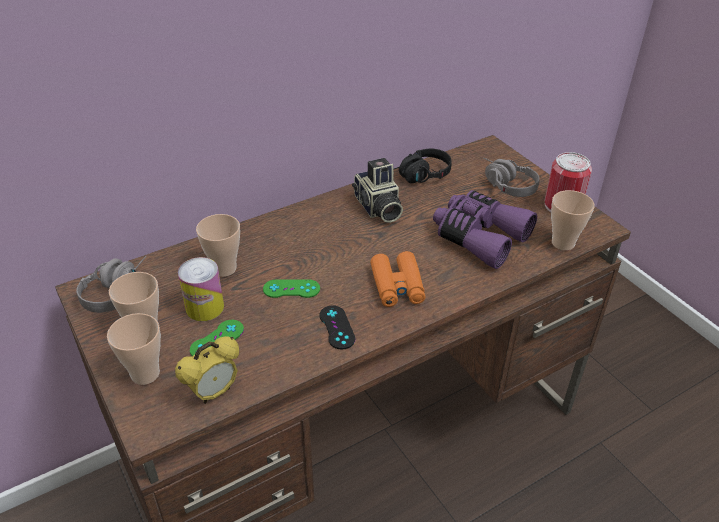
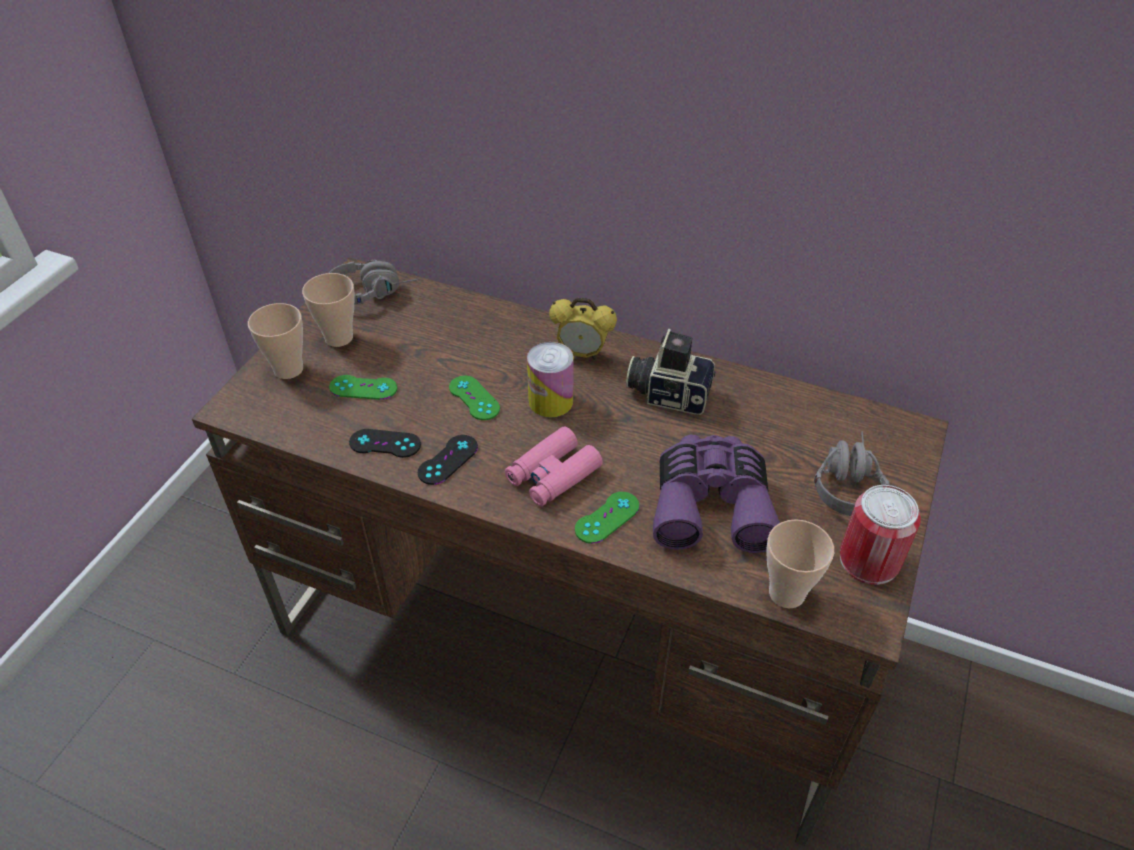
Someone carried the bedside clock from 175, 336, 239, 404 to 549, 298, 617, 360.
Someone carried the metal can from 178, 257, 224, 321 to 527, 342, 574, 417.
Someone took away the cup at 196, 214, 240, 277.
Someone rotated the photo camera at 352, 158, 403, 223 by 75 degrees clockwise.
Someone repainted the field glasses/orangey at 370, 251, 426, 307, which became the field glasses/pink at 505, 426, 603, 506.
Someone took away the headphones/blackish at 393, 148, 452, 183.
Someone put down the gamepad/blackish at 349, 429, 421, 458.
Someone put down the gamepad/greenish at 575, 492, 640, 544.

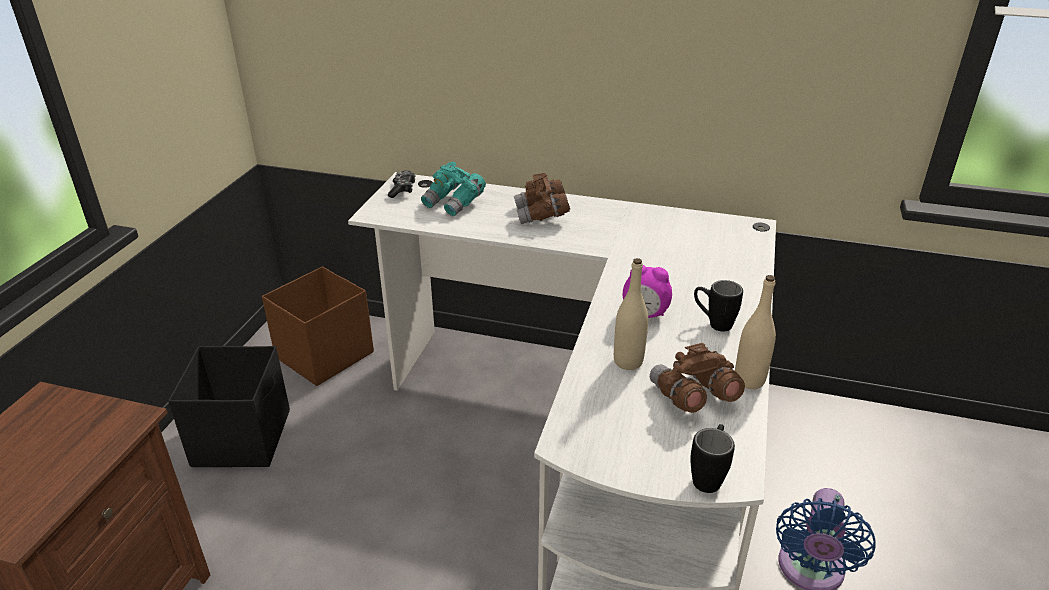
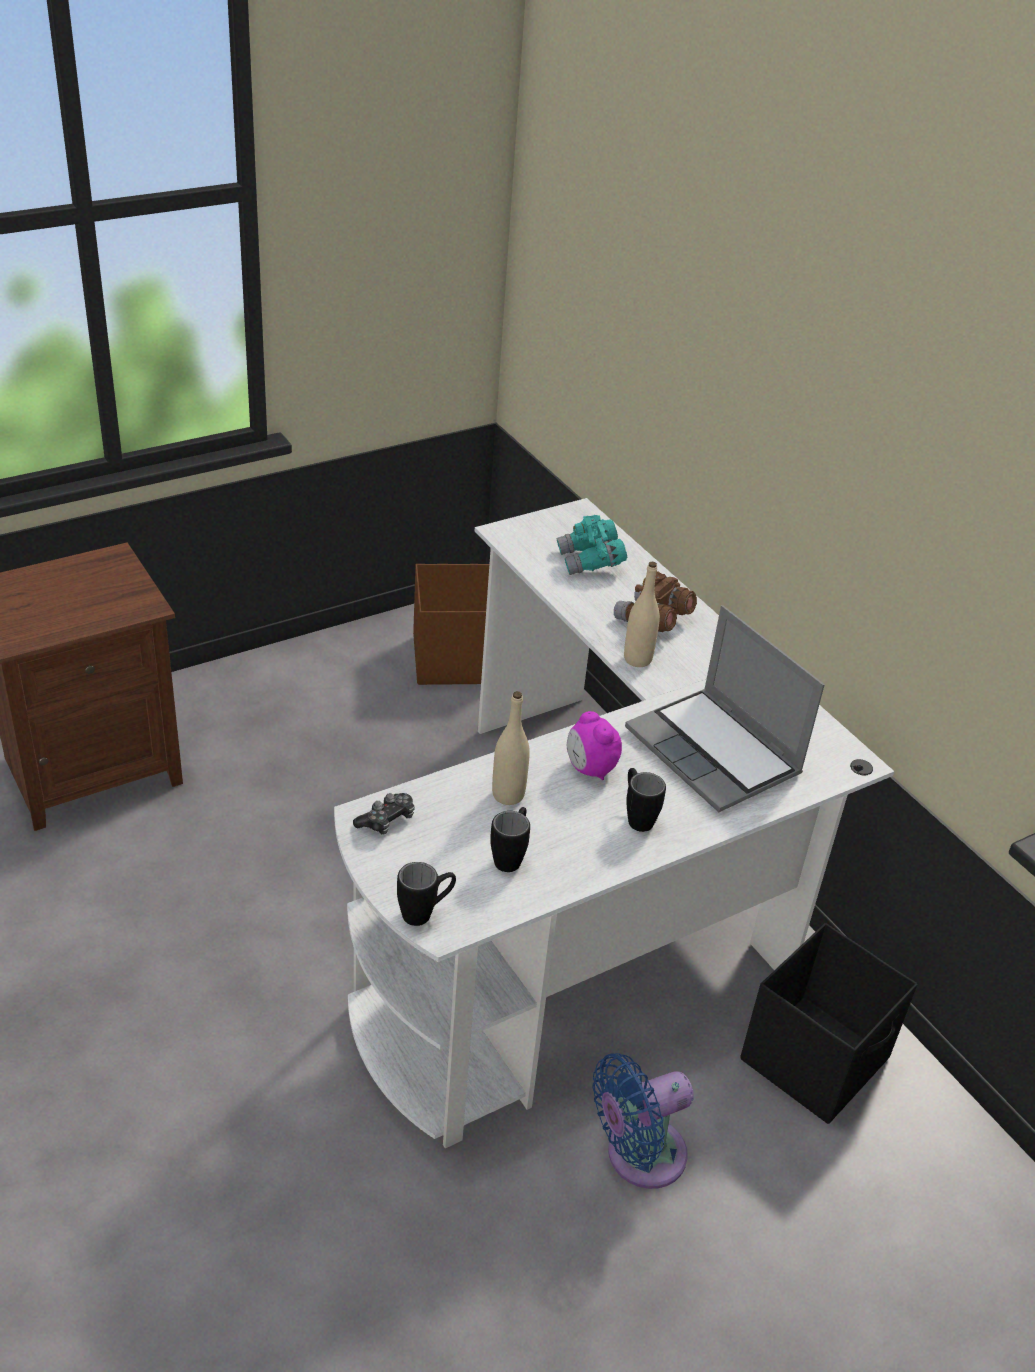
Someone carried the storage box/blackish from 168, 346, 290, 467 to 740, 923, 918, 1124.
Someone carried the gamepad from 388, 170, 415, 198 to 353, 793, 415, 834.
Someone swapped the field glasses/brown at 650, 343, 745, 413 for the tea mug/blackish at 490, 807, 530, 872.
Someone carried the drink bottle/beige from 735, 275, 776, 389 to 624, 562, 660, 667.
Someone put down the notebook computer at 625, 605, 825, 812.

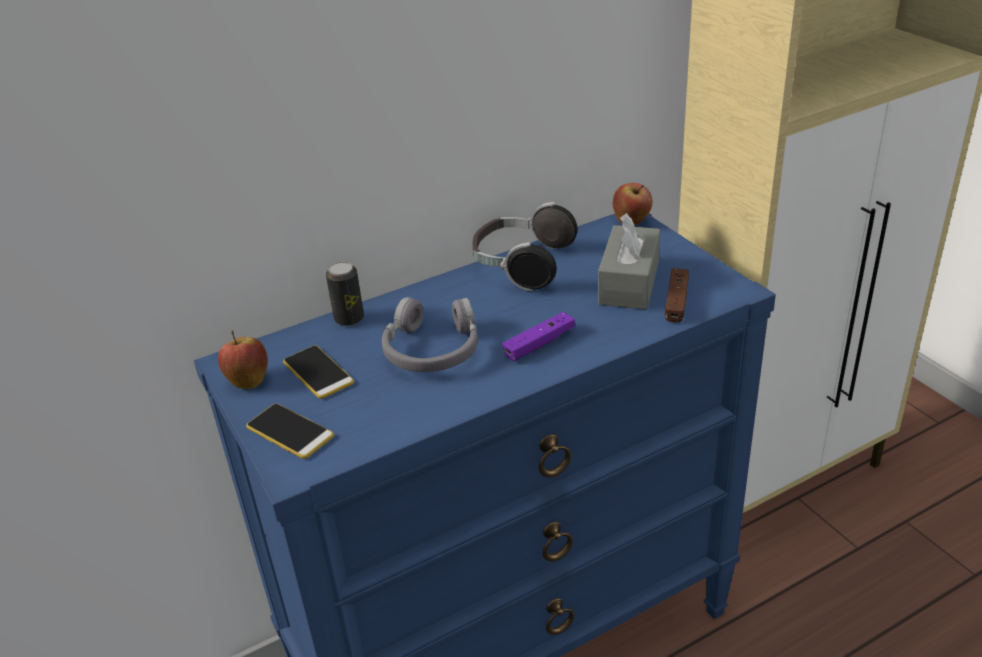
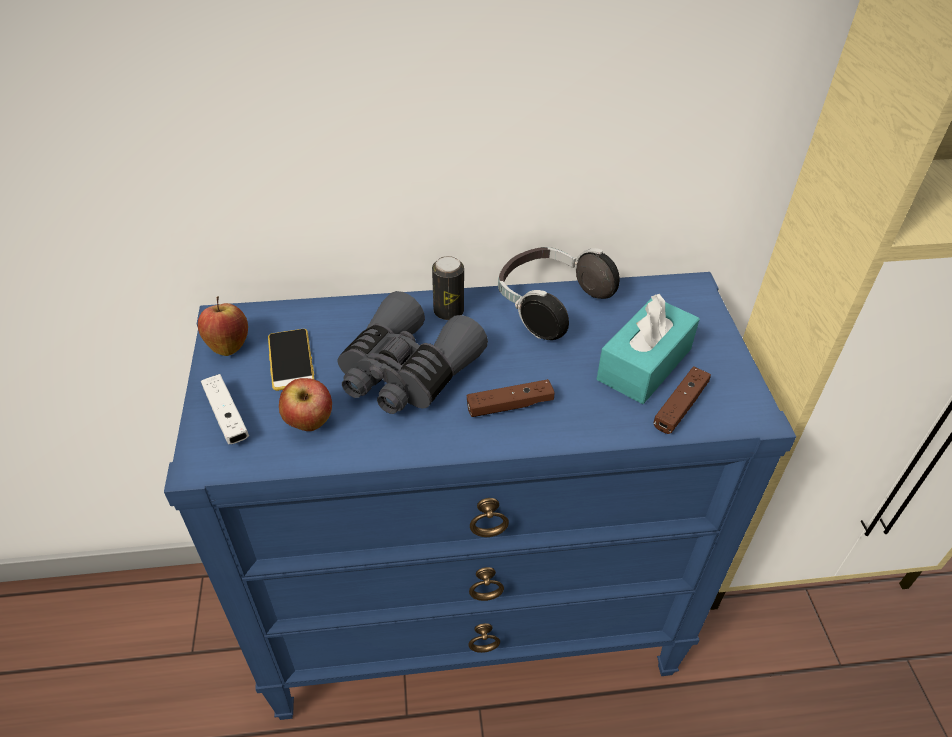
Someone swapped the handset at 246, 404, 334, 459 for the gamepad/white at 201, 374, 249, 444.
Someone carried the metal can from 326, 262, 364, 326 to 432, 256, 464, 320.
Someone swapped the headphones/greyish at 382, 297, 478, 372 for the field glasses/greyish at 338, 291, 488, 414.
Someone repainted the gamepad/purple-coloured at 503, 312, 575, 361, which became the gamepad/brown at 467, 379, 555, 417.
Someone repainted the tissue box/greyish at 598, 213, 660, 309, which became the tissue box/turquoise-coloured at 597, 294, 700, 404.
Someone carried the apple fruit from 613, 183, 653, 225 to 279, 378, 332, 431.

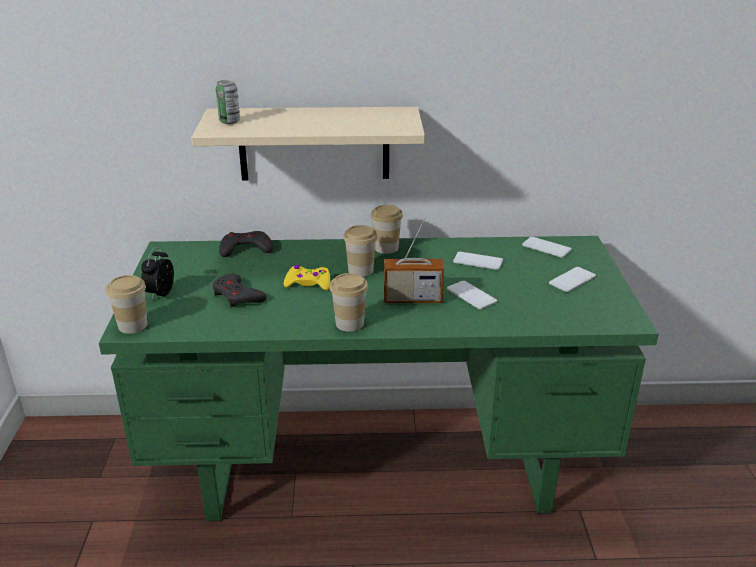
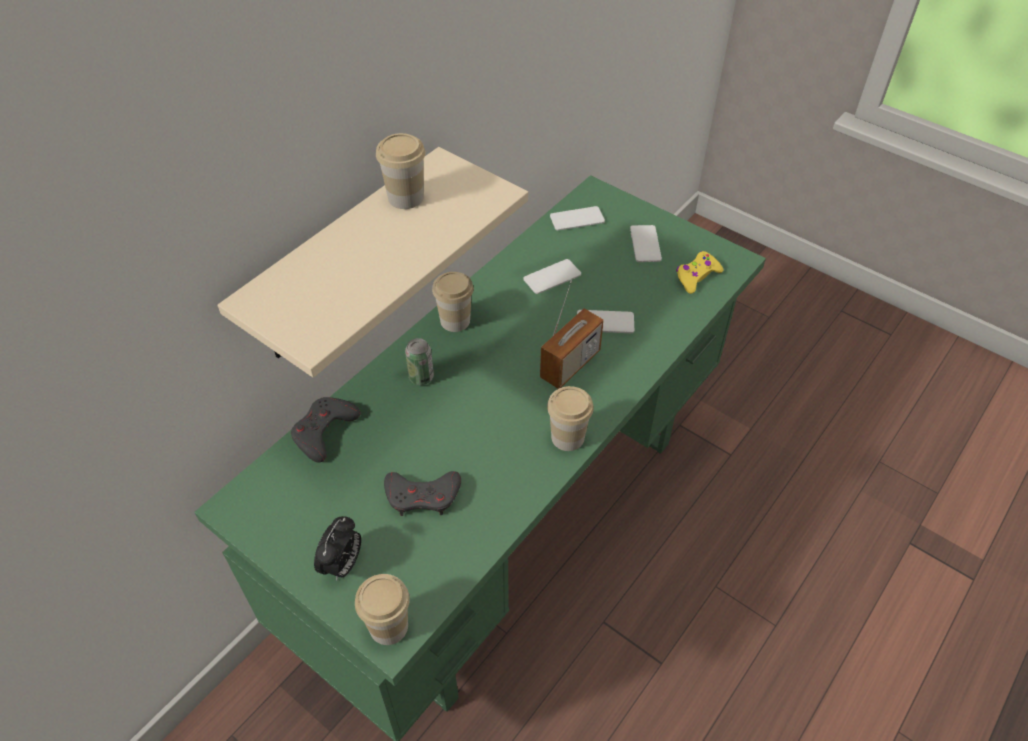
Someone rotated the bedside clock at 141, 247, 174, 301 by 120 degrees counterclockwise.
Someone carried the metal can from 216, 80, 240, 124 to 405, 338, 434, 385.
Someone carried the gamepad/yellowish from 284, 265, 330, 291 to 676, 251, 723, 294.
Someone carried the cup from 343, 225, 378, 277 to 376, 133, 426, 209.

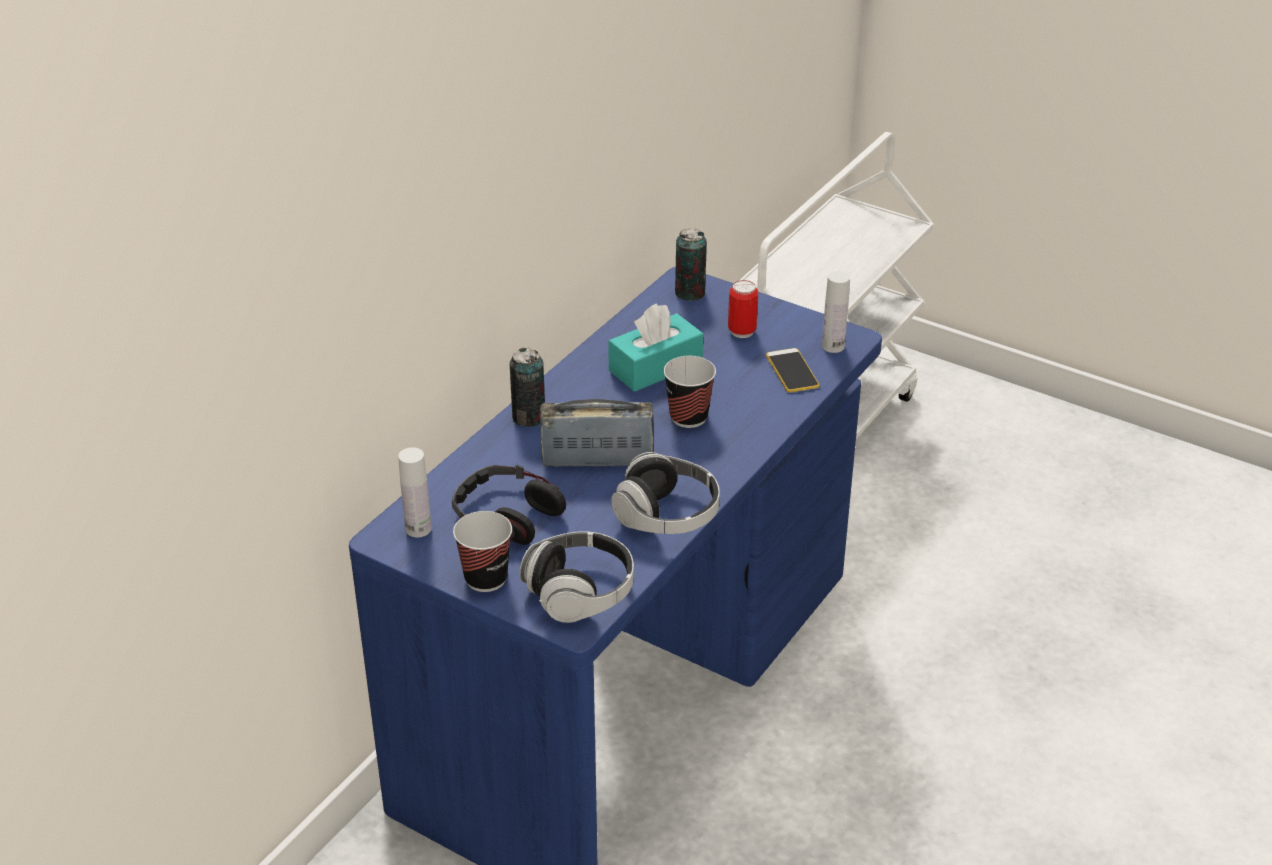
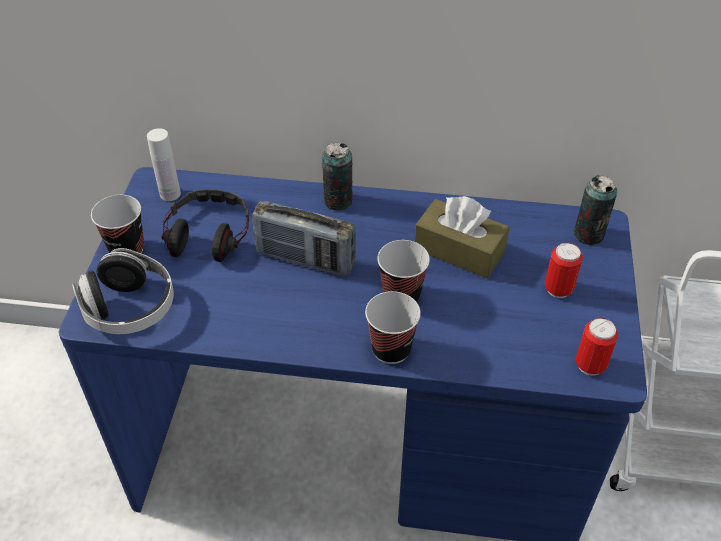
Someone rotated the radio receiver at 540, 399, 654, 467 by 135 degrees clockwise.
Someone repainted the tissue box/turquoise-coloured at 608, 303, 703, 392, which became the tissue box/brown at 415, 196, 510, 279.
Someone took away the headphones at 611, 452, 720, 534.
Someone took away the handset at 766, 348, 819, 393.
Someone swapped the drink bottle/white at 822, 271, 850, 353 for the metal can at 576, 318, 618, 376.
Someone put down the cup at 365, 291, 421, 364.

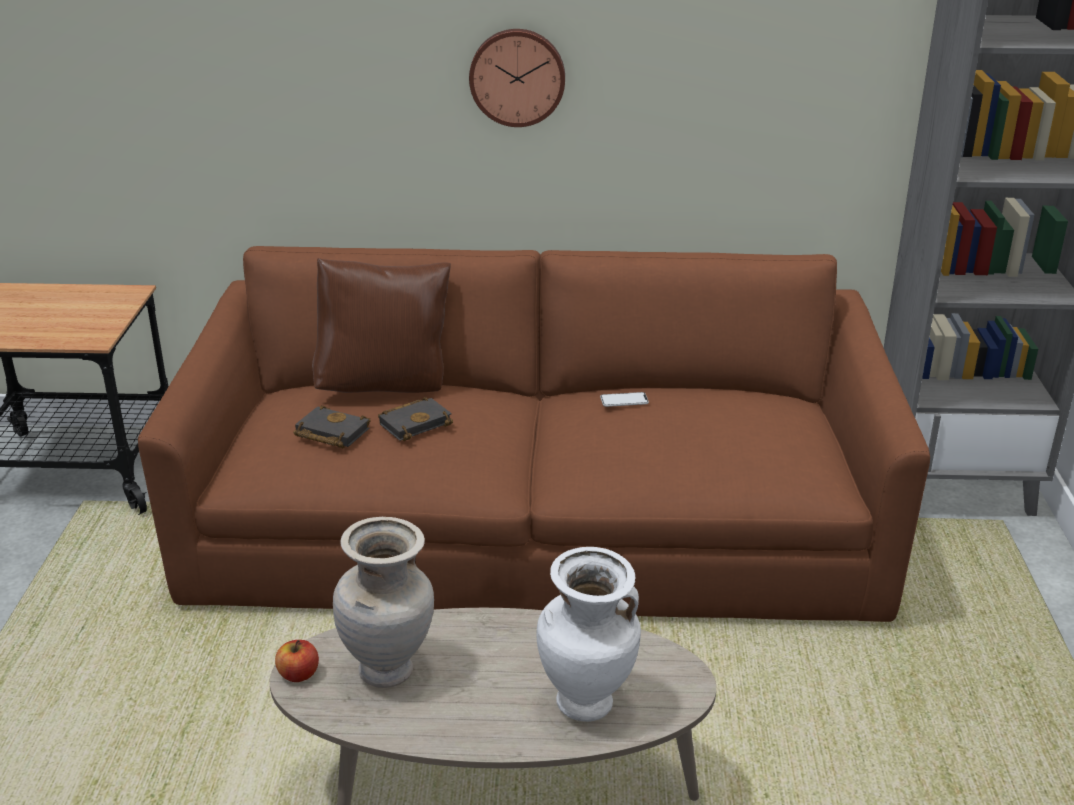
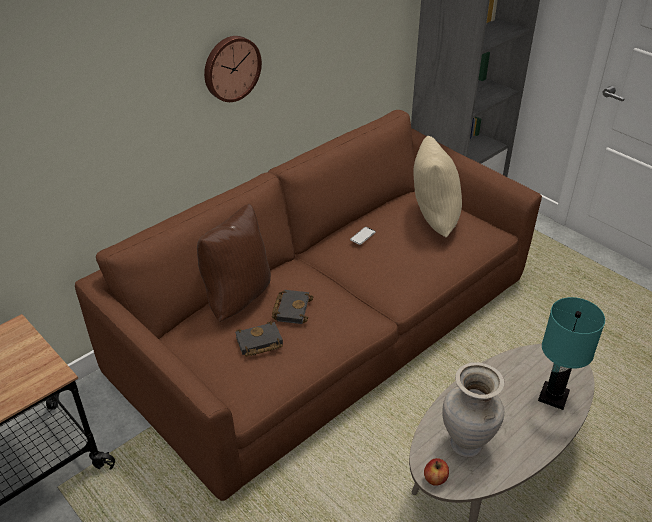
Someone swapped the vase/white at 536, 547, 641, 722 for the lamp for a table/turquoise-coloured at 538, 297, 605, 410.
Someone put down the pillow/beige at 413, 136, 462, 237.

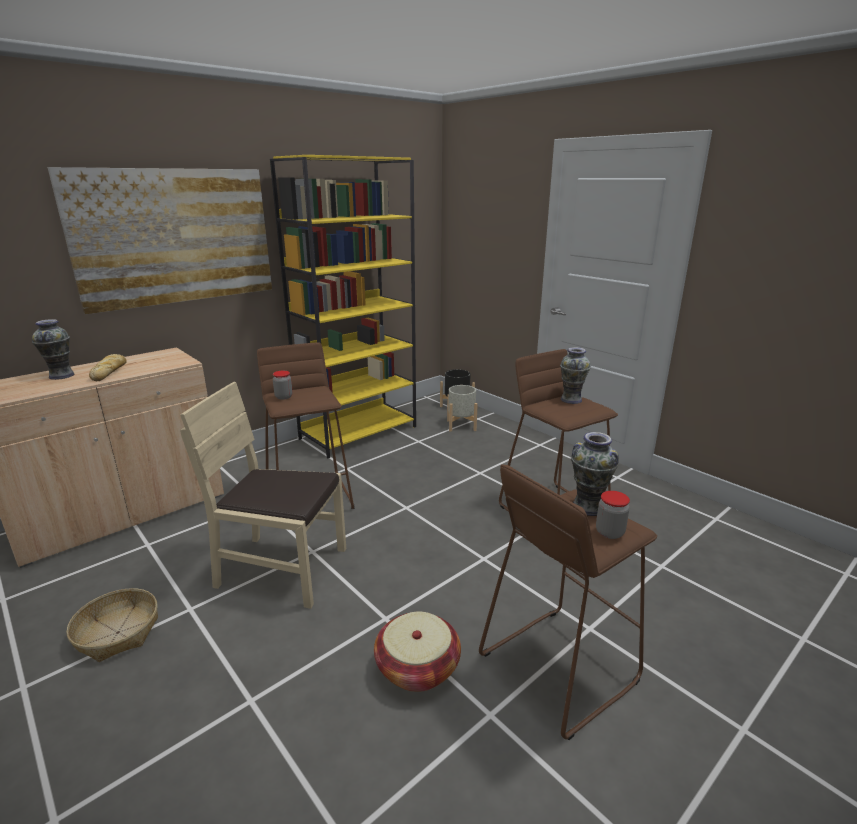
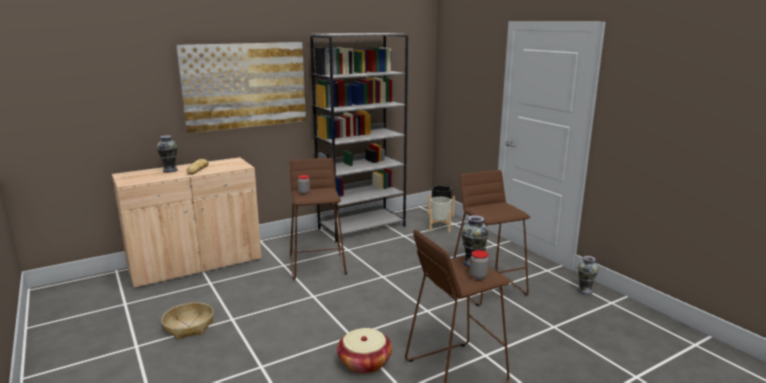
Someone took away the plain chair/beige at 180, 382, 346, 609.
Someone repainted the bookshelf/yellowish at 270, 155, 416, 459, which became the bookshelf/greyish at 310, 33, 408, 242.
Someone carried the vase from 560, 347, 591, 404 to 577, 256, 599, 295.

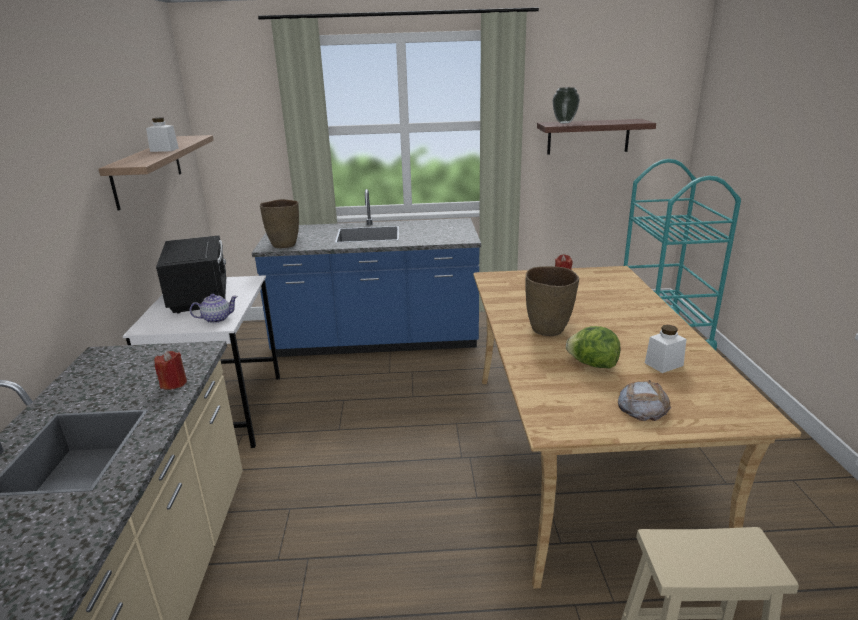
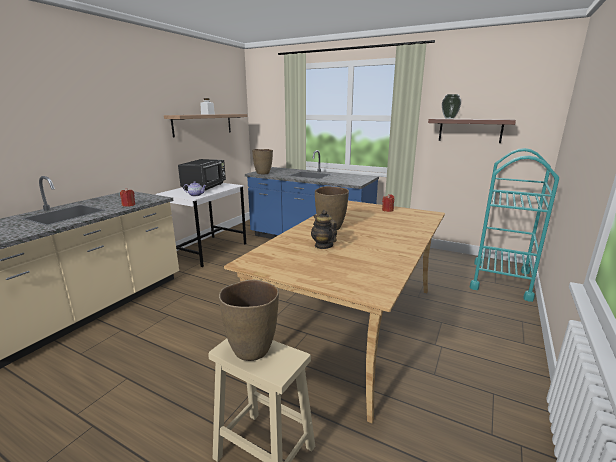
Someone swapped the lettuce head at 566, 326, 620, 369 for the pot for tea at 311, 210, 337, 249.
Someone took away the baked bread at 618, 380, 671, 421.
Someone took away the jar/white at 645, 325, 687, 373.
Someone put down the vase/brown at 219, 280, 279, 361.

